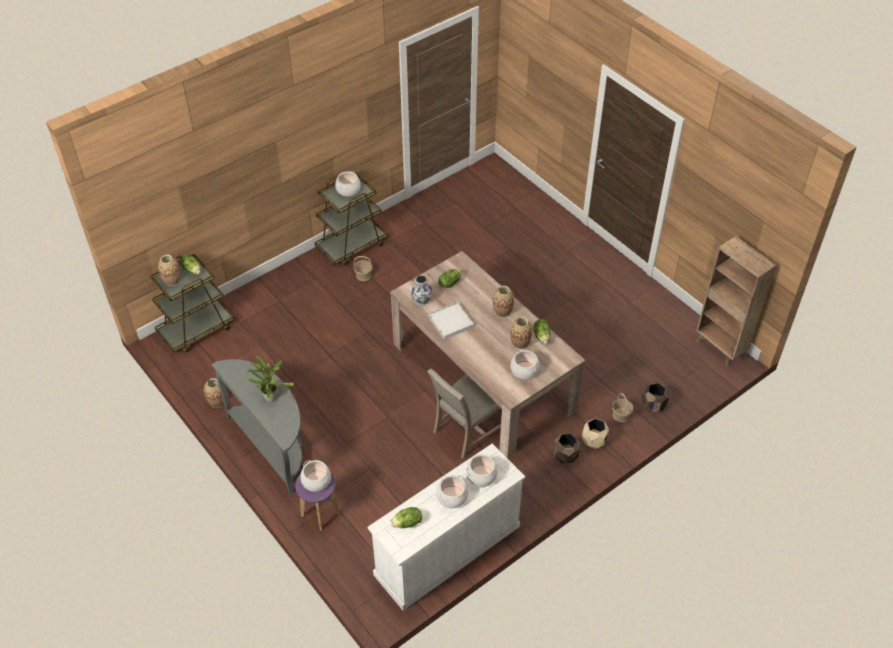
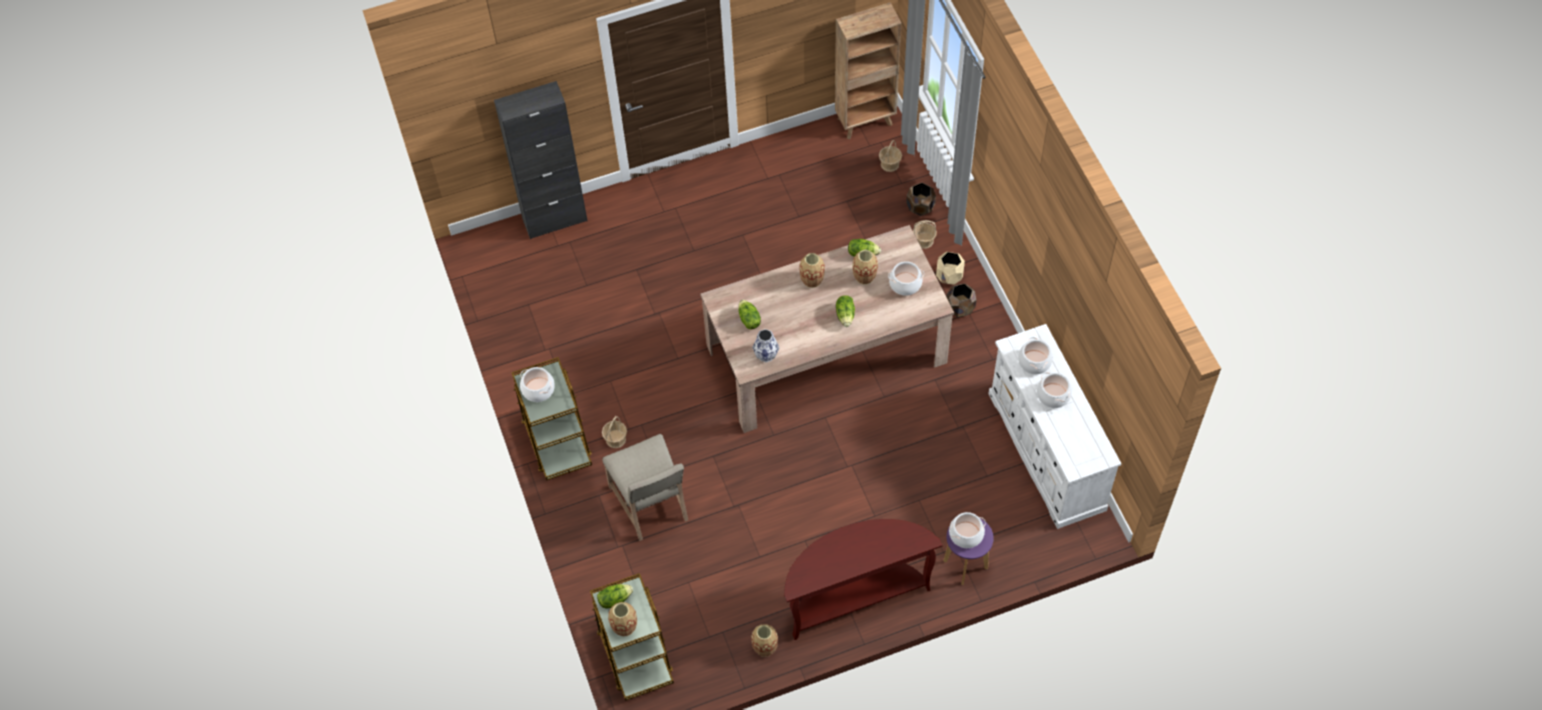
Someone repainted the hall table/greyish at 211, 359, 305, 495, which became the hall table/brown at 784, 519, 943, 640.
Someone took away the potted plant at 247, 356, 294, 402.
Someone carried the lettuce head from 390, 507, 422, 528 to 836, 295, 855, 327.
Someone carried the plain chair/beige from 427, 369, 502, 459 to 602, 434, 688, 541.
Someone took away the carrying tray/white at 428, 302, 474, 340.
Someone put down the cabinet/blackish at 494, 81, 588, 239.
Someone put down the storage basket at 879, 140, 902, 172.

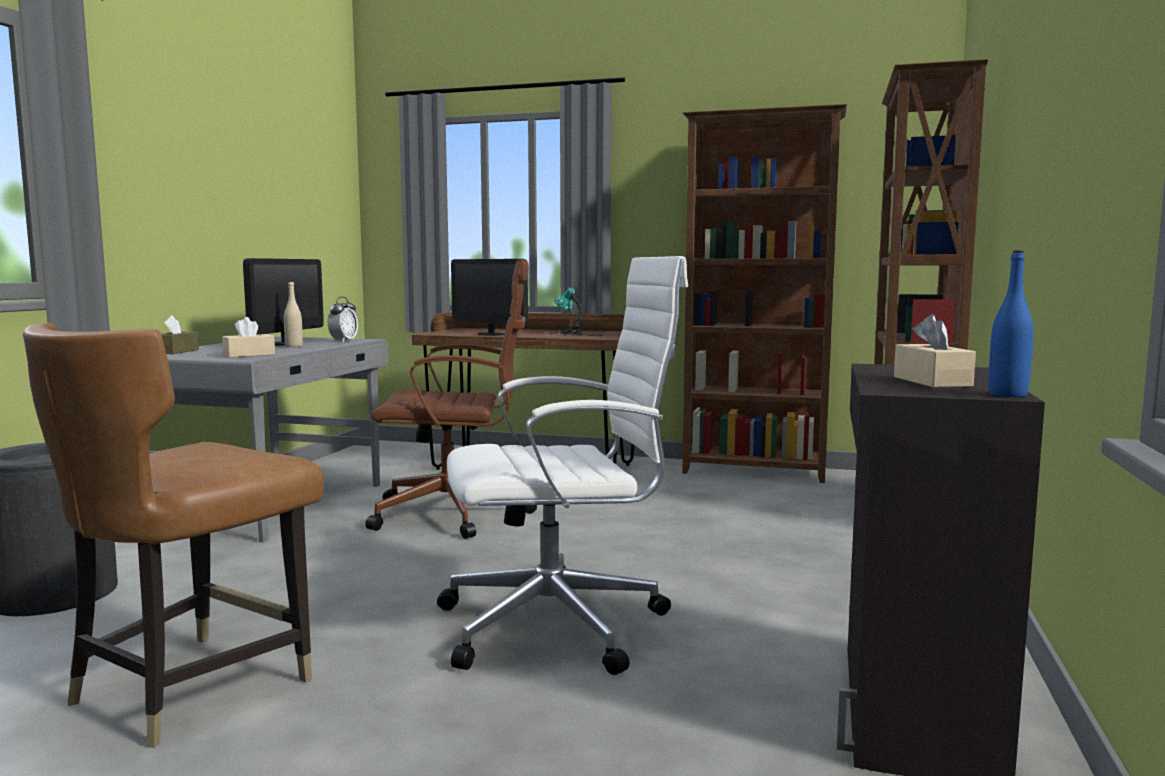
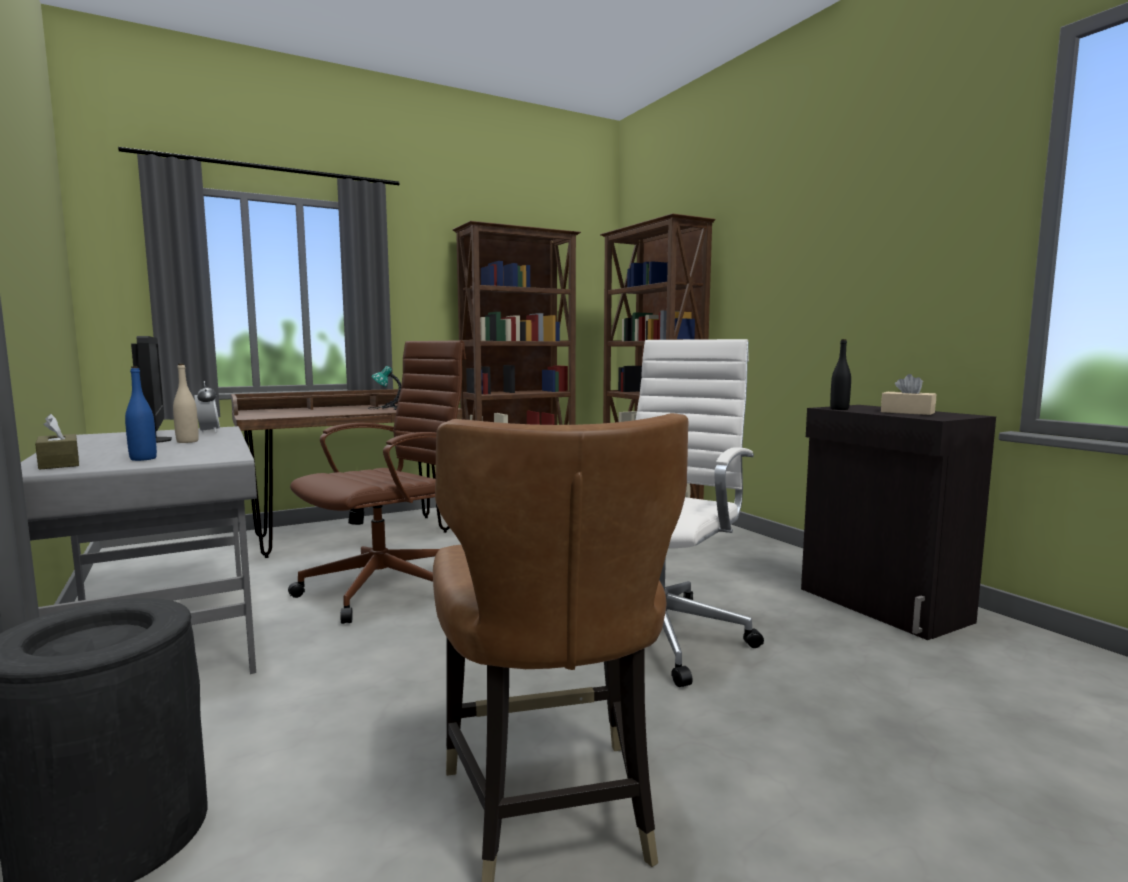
Someone took away the tissue box/beige at 222, 317, 275, 358.
Someone took away the computer screen at 451, 259, 528, 336.
Someone carried the drink bottle/blue from 988, 250, 1034, 397 to 125, 366, 157, 461.
Someone put down the drink bottle/blackish at 830, 339, 851, 410.

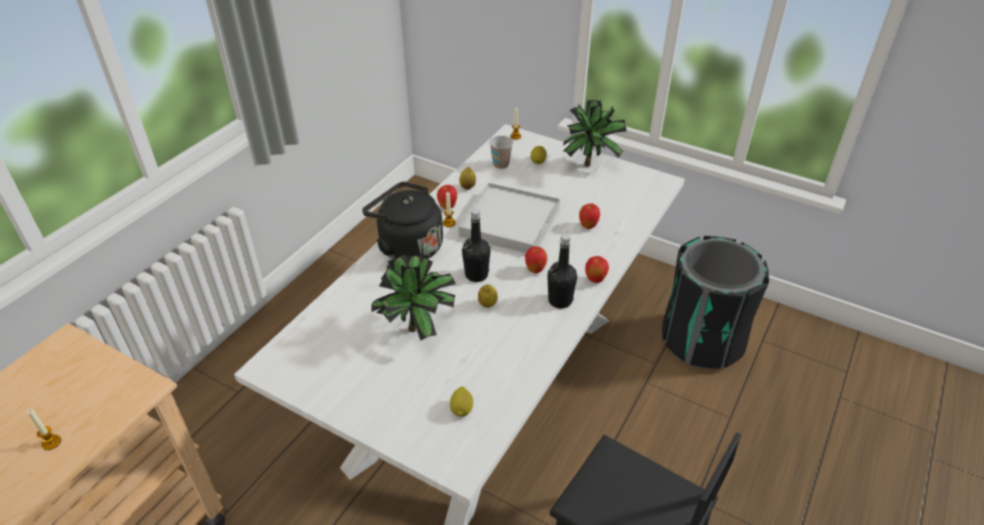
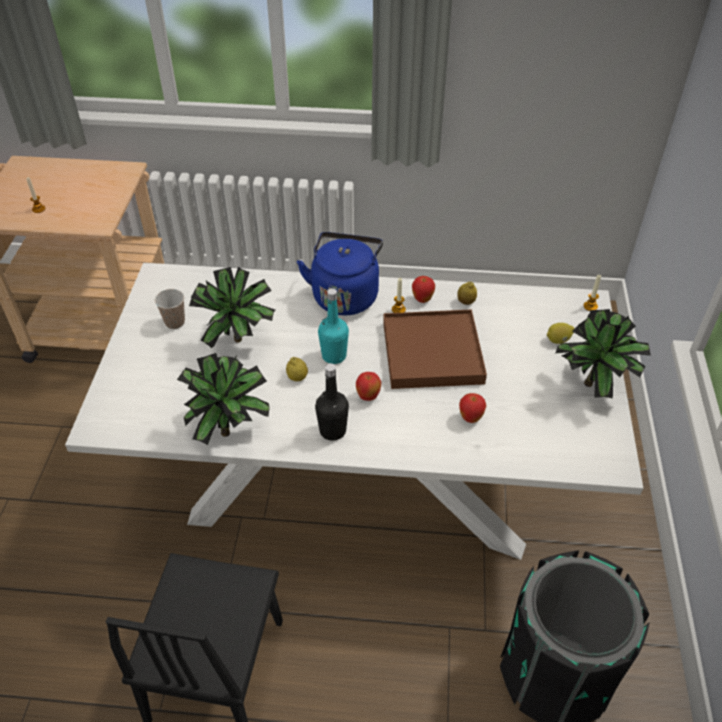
Someone repainted the tea kettle/blackish at 362, 182, 443, 259, which became the tea kettle/blue at 297, 232, 383, 315.
Someone took away the lemon at 450, 386, 473, 417.
Someone repainted the carrying tray/white at 458, 183, 560, 253, which became the carrying tray/brown at 383, 309, 487, 389.
Someone repainted the drink bottle/blackish at 462, 209, 491, 282, which became the drink bottle/turquoise-coloured at 318, 288, 349, 364.
Someone carried the cup from 490, 136, 513, 169 to 155, 289, 185, 329.
Someone took away the apple fruit at 585, 256, 609, 283.
Someone put down the potted plant at 177, 353, 270, 445.

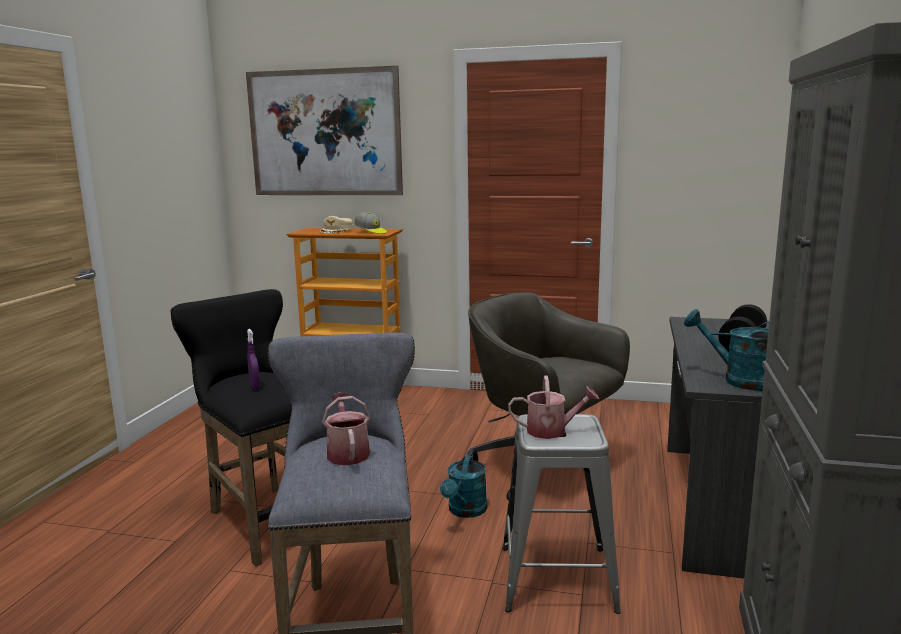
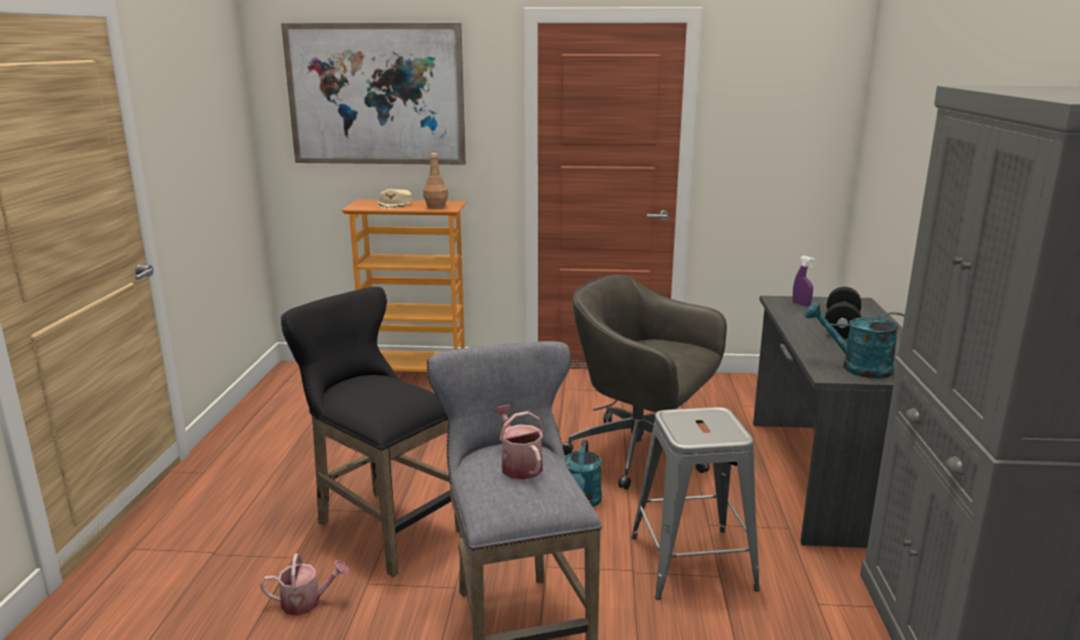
Someone carried the hand sprayer/purple-coloured from 247, 329, 260, 390 to 793, 256, 814, 306.
Someone swapped the cap at 354, 212, 387, 234 for the drink bottle/brown at 423, 153, 448, 209.
Someone carried the sprinkling can from 508, 376, 599, 439 to 260, 554, 349, 616.

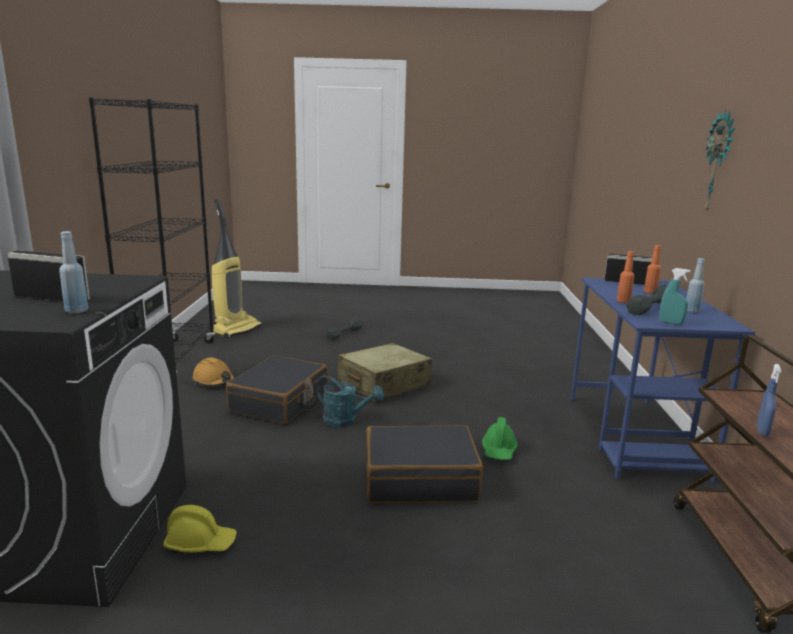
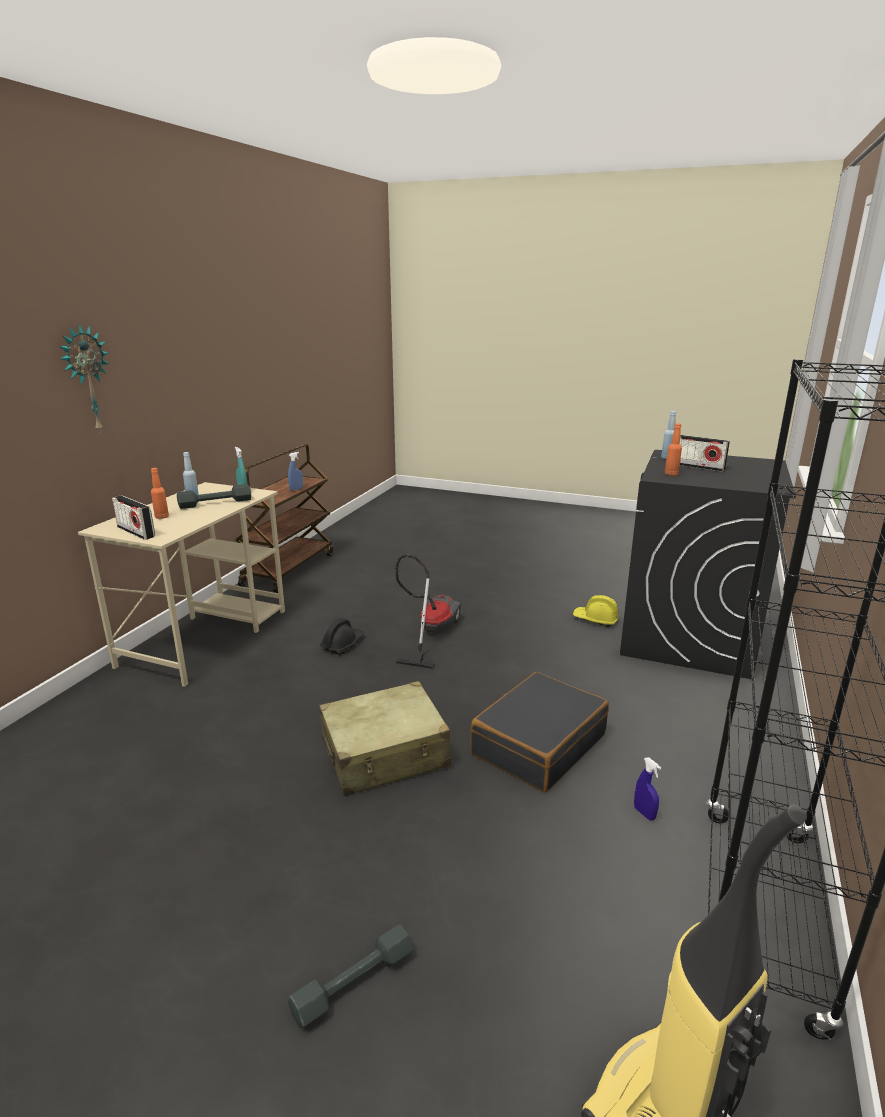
Someone swapped the hard hat/orangey at 192, 358, 235, 386 for the hand sprayer/blue at 634, 757, 661, 821.
Someone took away the sprinkling can/turquoise-coloured at 316, 375, 384, 427.
Someone swapped the travel case/blackish at 366, 425, 483, 503 for the vacuum cleaner at 396, 554, 462, 669.
Someone repainted the hard hat/greenish at 482, 417, 517, 460, which became the hard hat/blackish at 320, 618, 365, 654.
Someone repainted the desk table/blue at 571, 278, 755, 483, which became the desk table/beige at 78, 482, 285, 687.
Someone carried the drink bottle/orangey from 617, 251, 634, 303 to 665, 423, 682, 476.

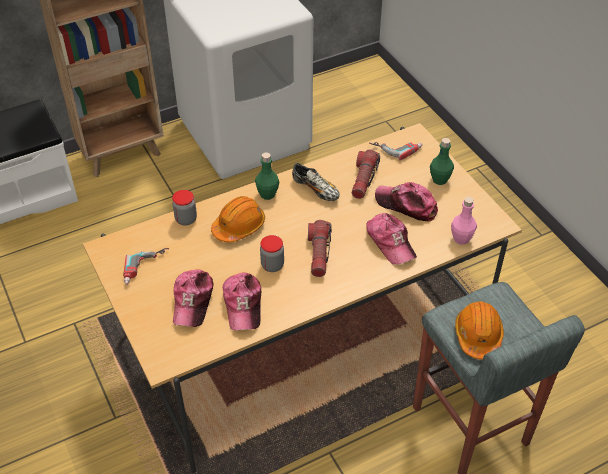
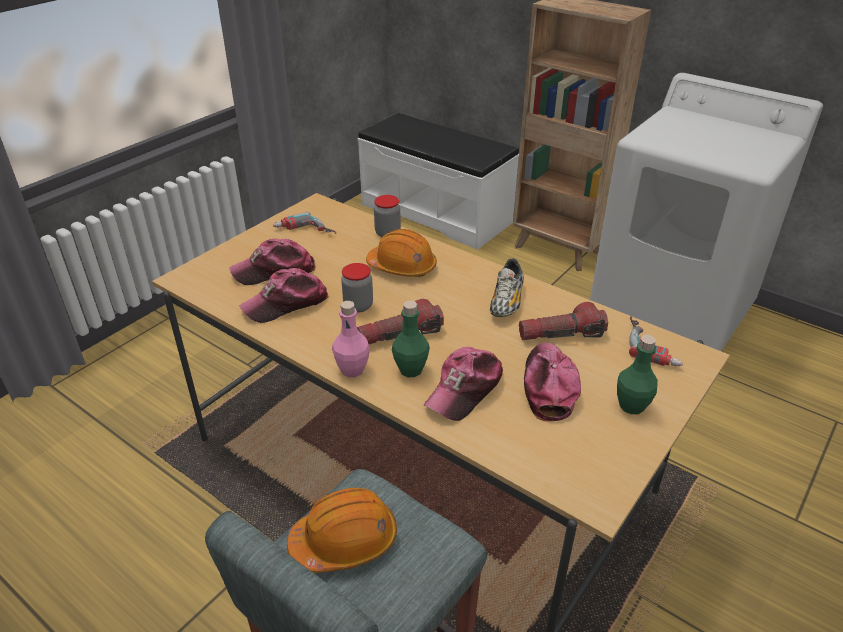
Someone carried the drink bottle/greenish from 255, 152, 279, 200 to 392, 301, 430, 377.
Someone carried the drink bottle/pink from 451, 197, 477, 245 to 332, 301, 370, 377.

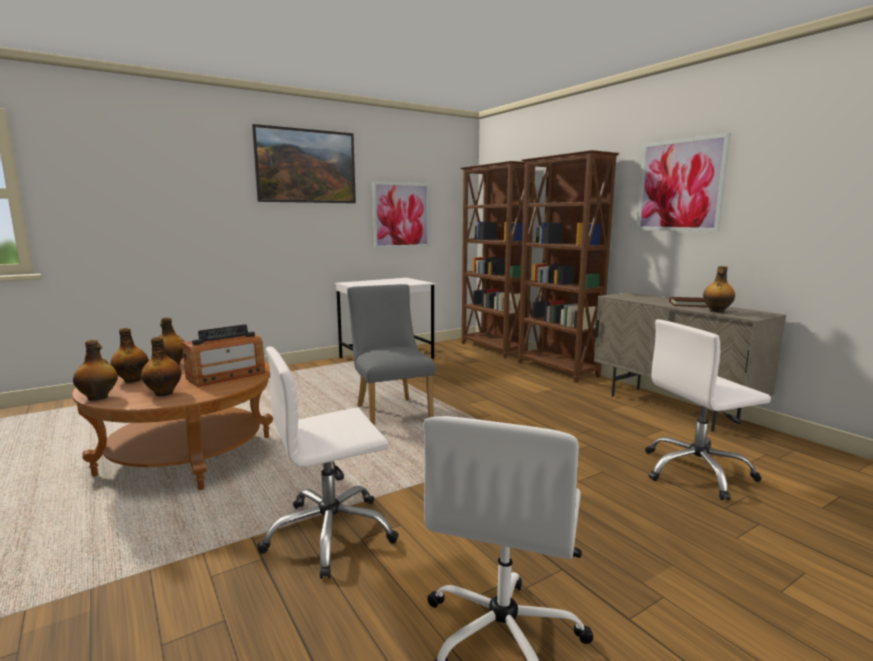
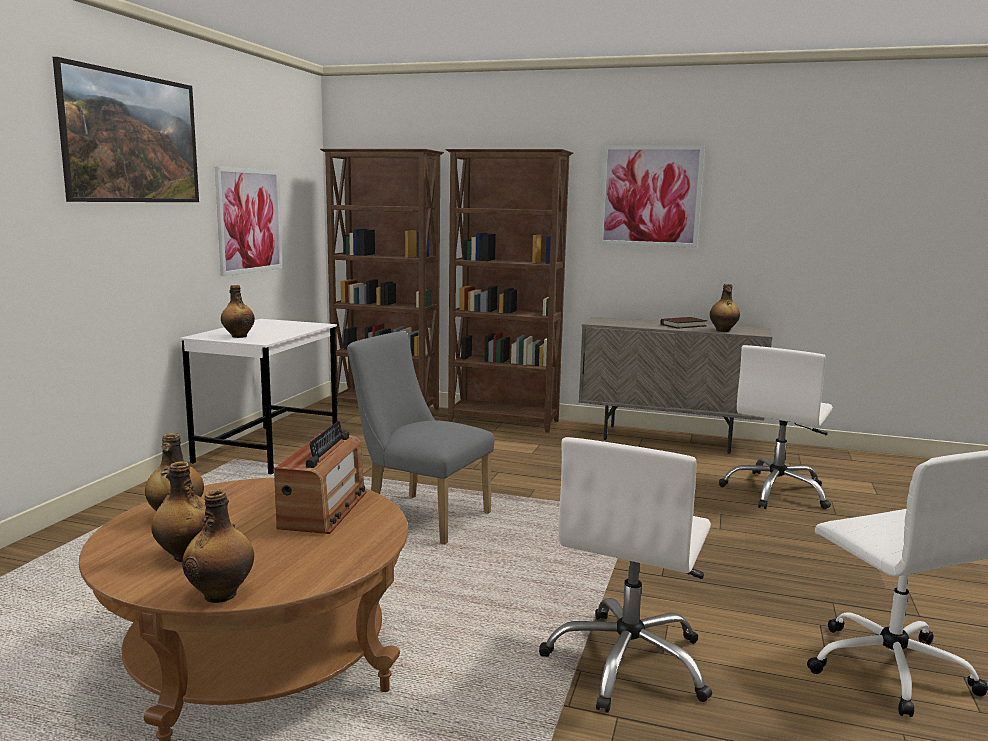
Someone carried the drink bottle from 141, 337, 181, 396 to 221, 285, 255, 338.

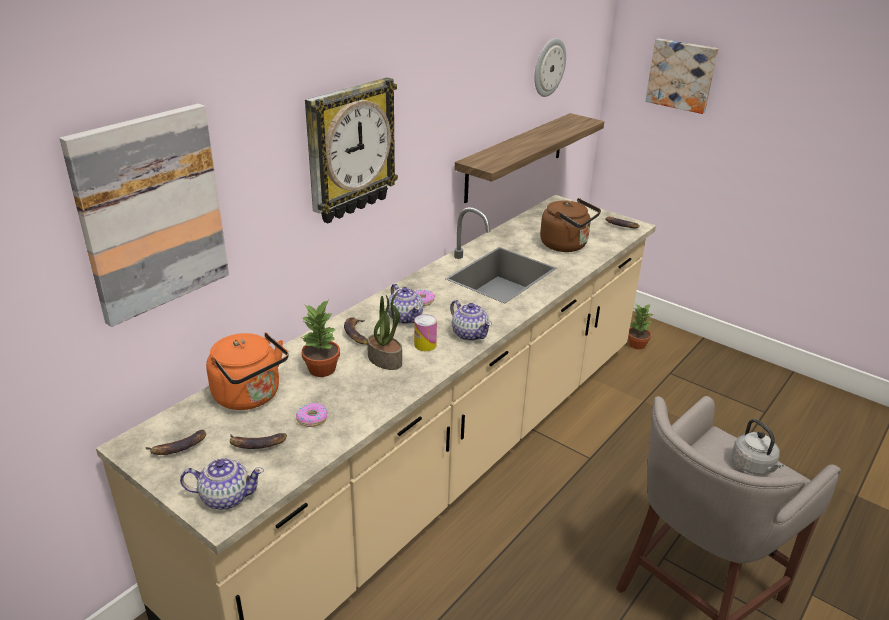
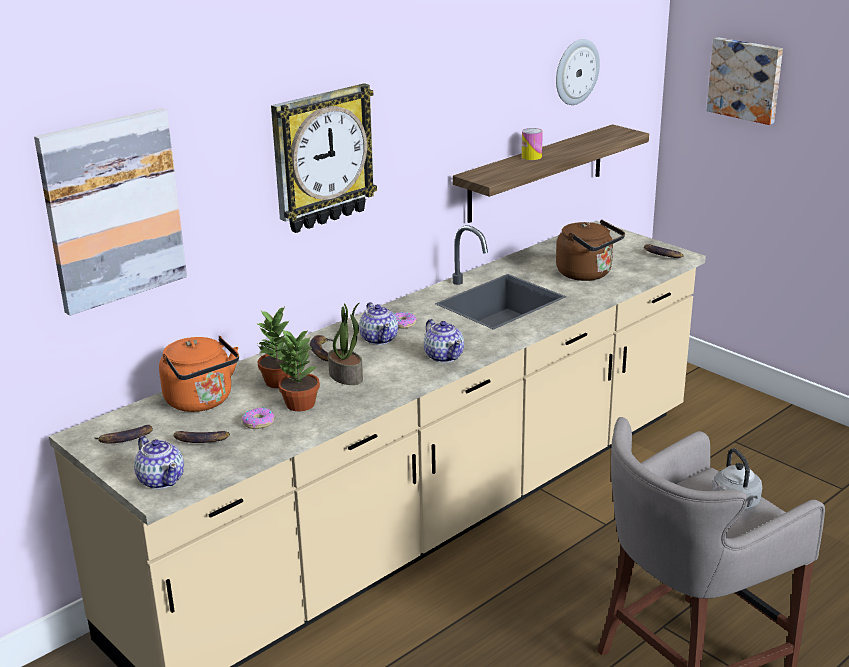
Someone rotated the pot for tea at 180, 458, 264, 510 by 45 degrees clockwise.
Someone carried the metal can from 414, 314, 437, 351 to 522, 128, 543, 160.
Someone carried the potted plant from 628, 304, 653, 349 to 278, 329, 320, 411.

